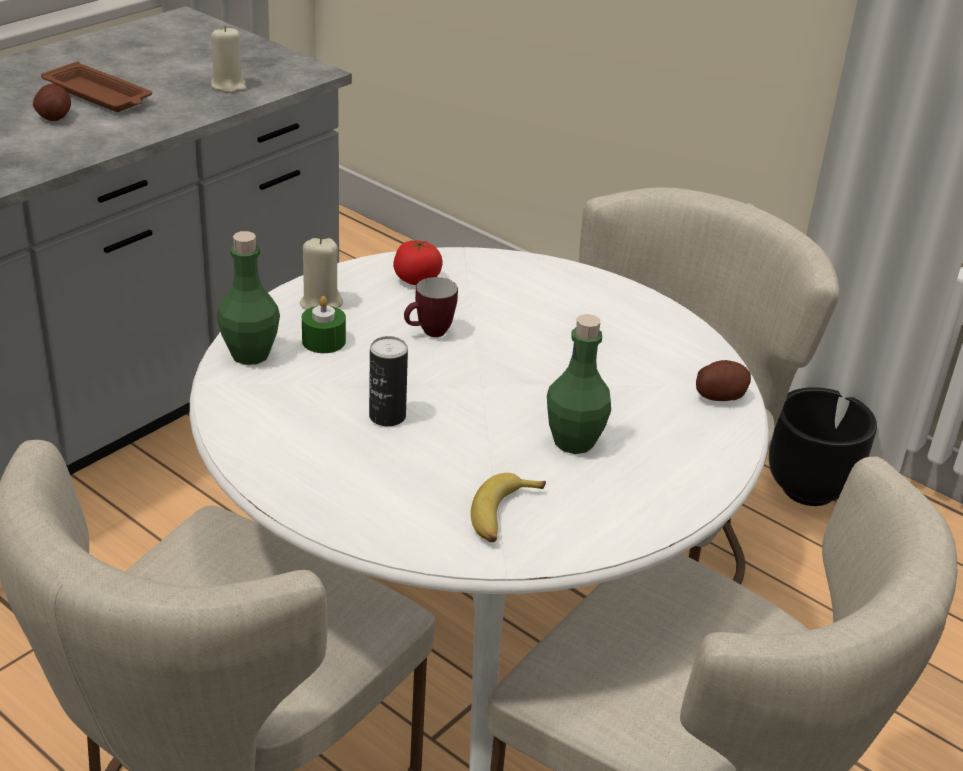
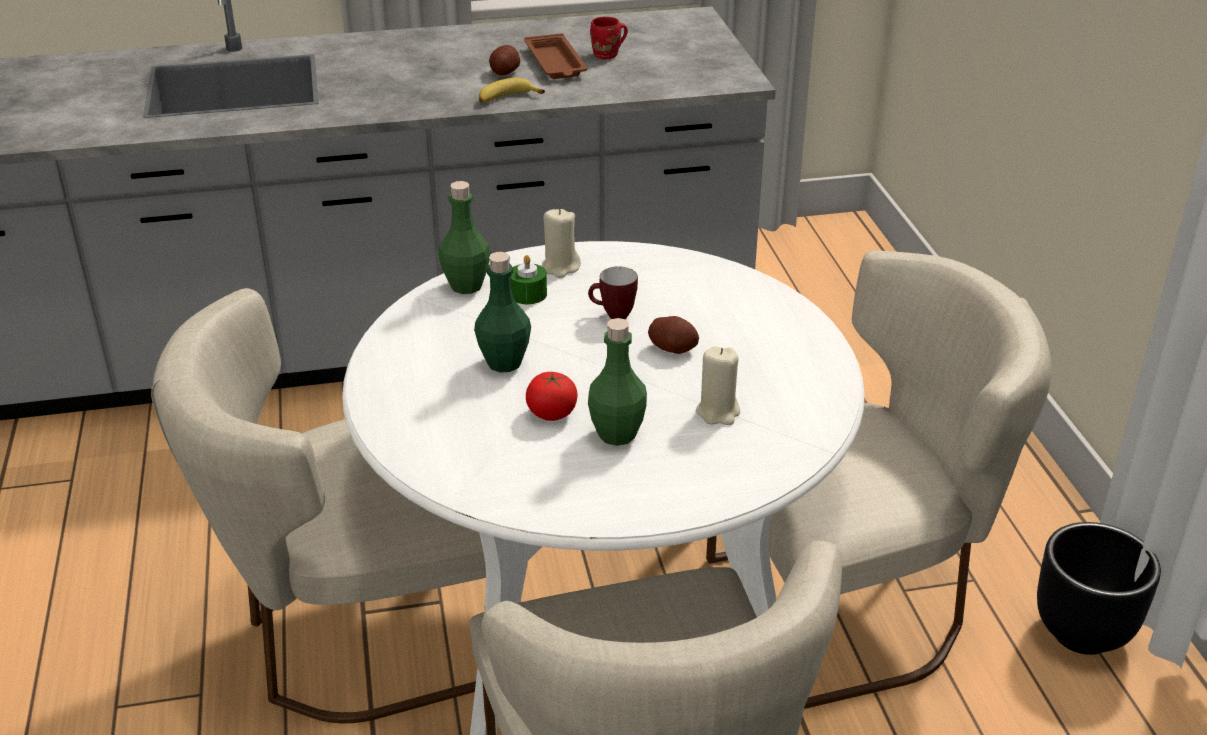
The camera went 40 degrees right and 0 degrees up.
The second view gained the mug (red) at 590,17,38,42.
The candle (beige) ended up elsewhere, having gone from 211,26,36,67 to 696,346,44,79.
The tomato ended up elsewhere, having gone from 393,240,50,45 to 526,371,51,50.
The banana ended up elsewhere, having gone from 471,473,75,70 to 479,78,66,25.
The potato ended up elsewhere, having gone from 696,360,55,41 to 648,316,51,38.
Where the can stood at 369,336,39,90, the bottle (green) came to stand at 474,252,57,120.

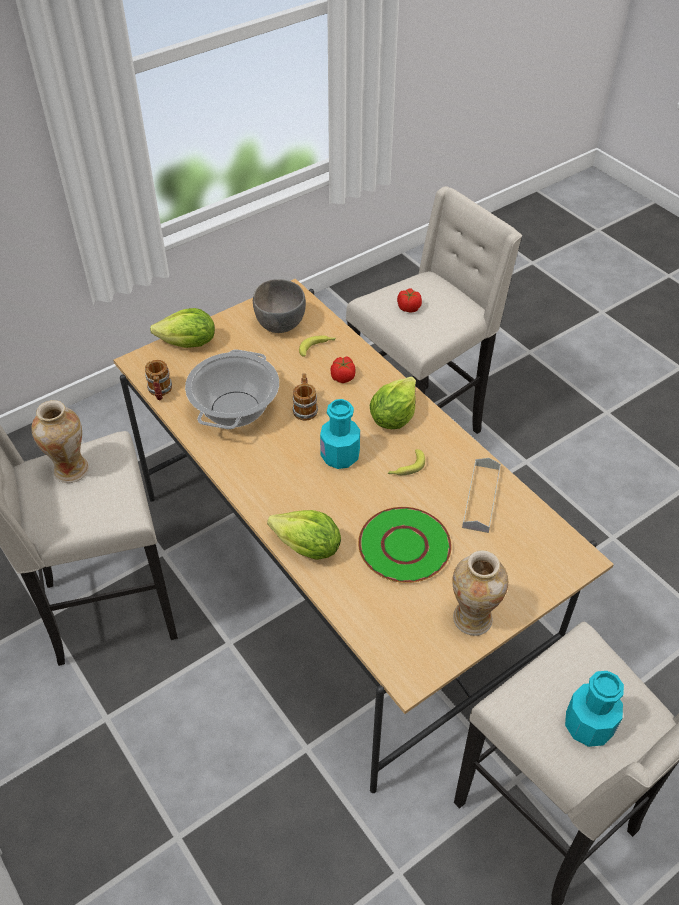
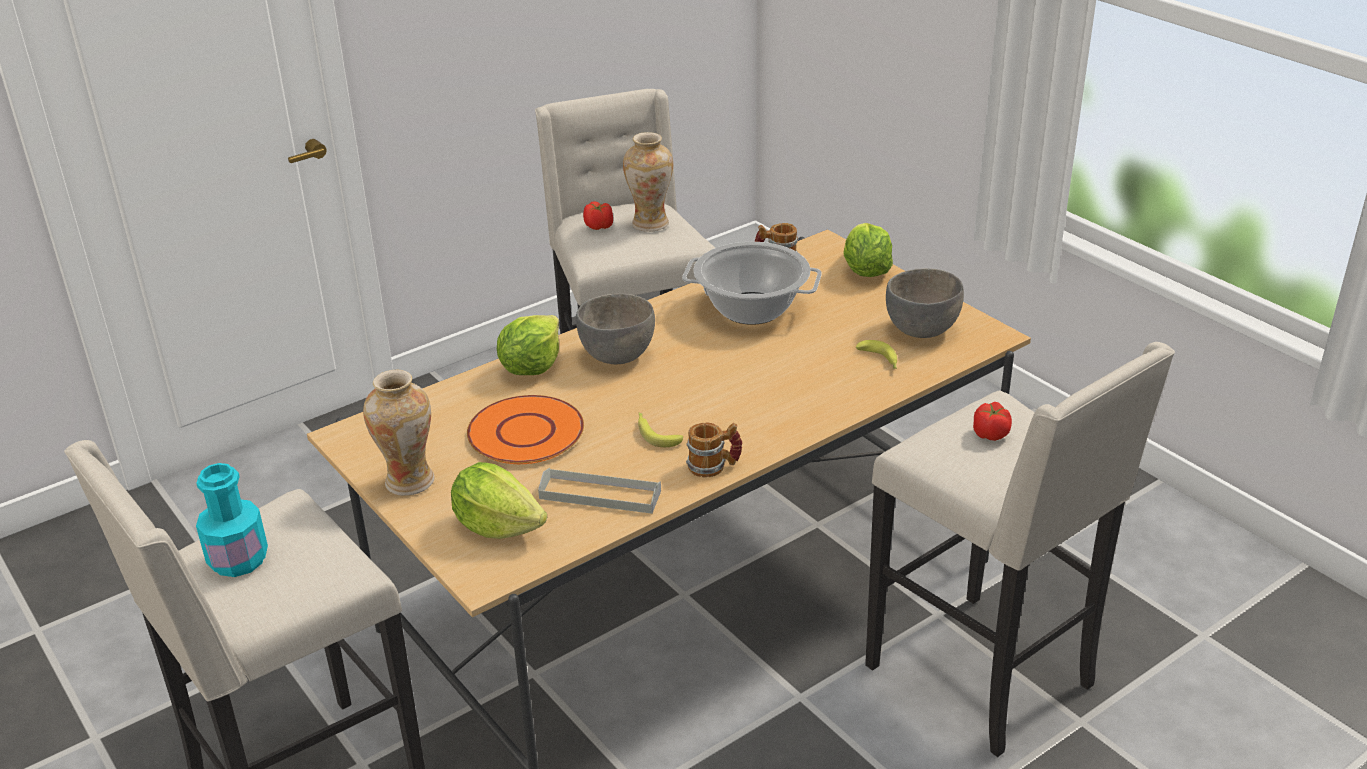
The camera went 90 degrees right and 15 degrees down.
The second view lost the bottle (turquoise) at 320,399,40,70.
The second view gained the bowl (grey) at 576,293,79,71.
The mug ended up elsewhere, having gone from 293,373,25,48 to 686,423,57,55.
The tomato ended up elsewhere, having gone from 331,356,24,27 to 583,201,30,29.
The lettuce ended up elsewhere, having gone from 370,377,46,52 to 451,462,96,77.
What was the plate (green) at 358,507,94,76 turned into the plate (orange) at 467,395,117,69.

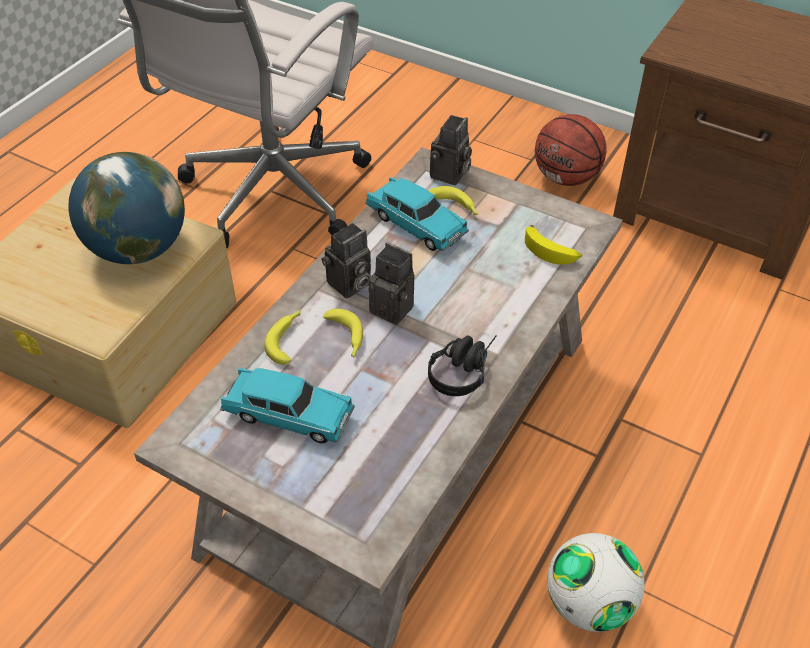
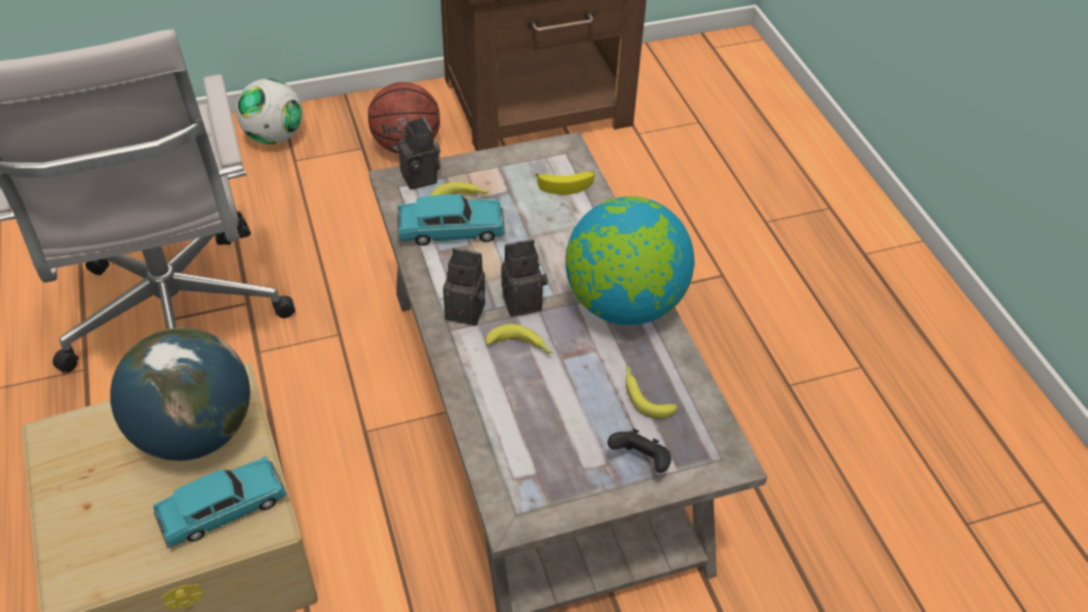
The camera went 50 degrees left and 0 degrees up.
The second view gained the game controller (black) at 608,428,63,45.
The toy car (turquoise) ended up elsewhere, having gone from 220,368,135,75 to 153,456,134,92.
The banana ended up elsewhere, having gone from 264,310,36,55 to 626,366,51,52.
The football ended up elsewhere, having gone from 547,533,98,99 to 236,79,66,65.
Where the headphones (black) stood at 428,335,68,61, the globe came to stand at 565,196,130,129.
The photo camera at 322,223,49,75 ended up facing another way, 75 degrees counterclockwise from before.

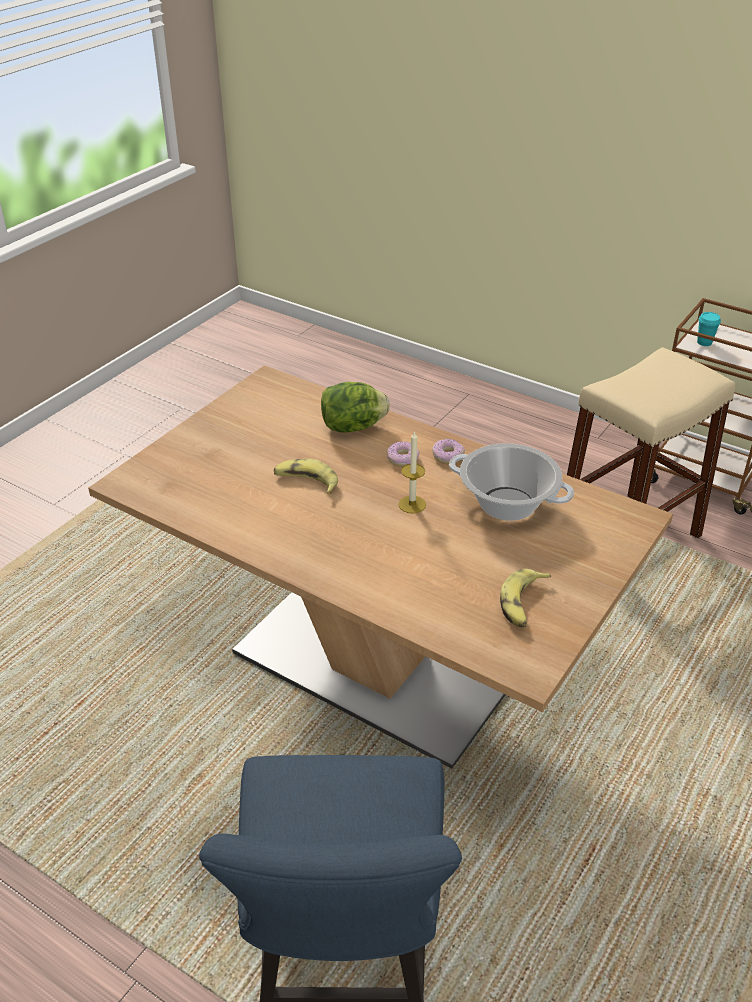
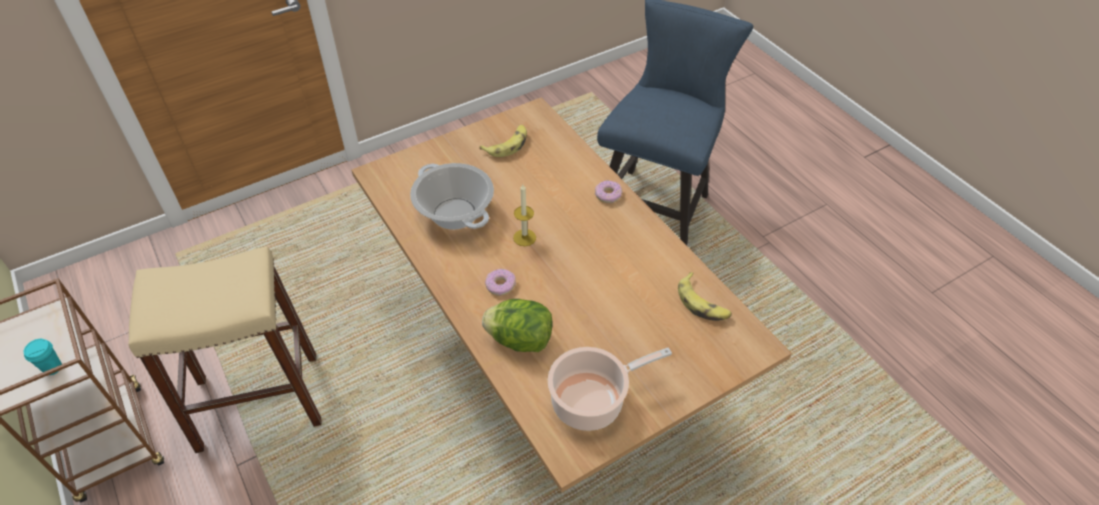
The camera went 155 degrees left and 10 degrees up.
The second view gained the cooking pot at 548,347,124,84.
The banana ended up elsewhere, having gone from 274,459,64,35 to 678,272,54,49.
The donut ended up elsewhere, having gone from 432,439,33,25 to 595,181,27,22.

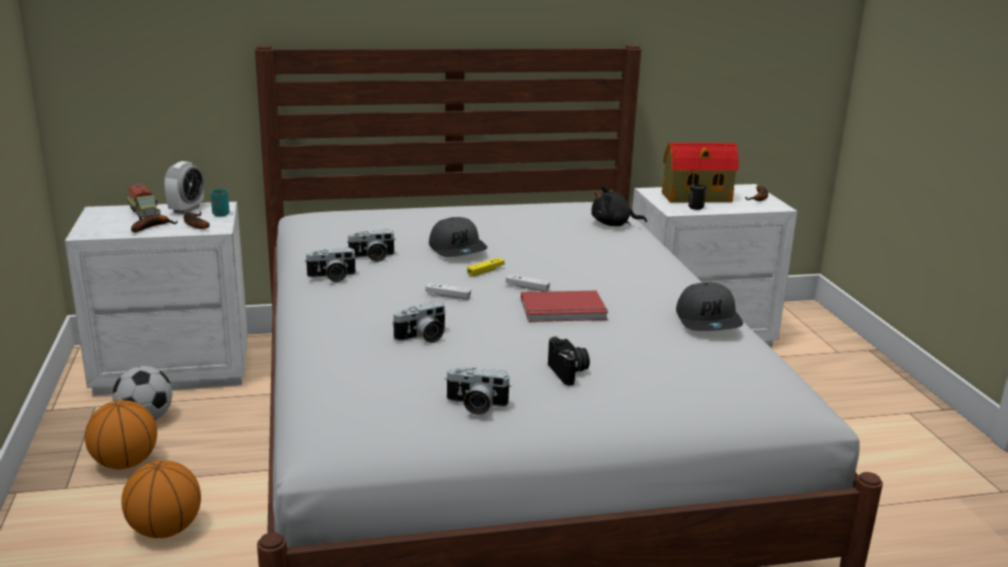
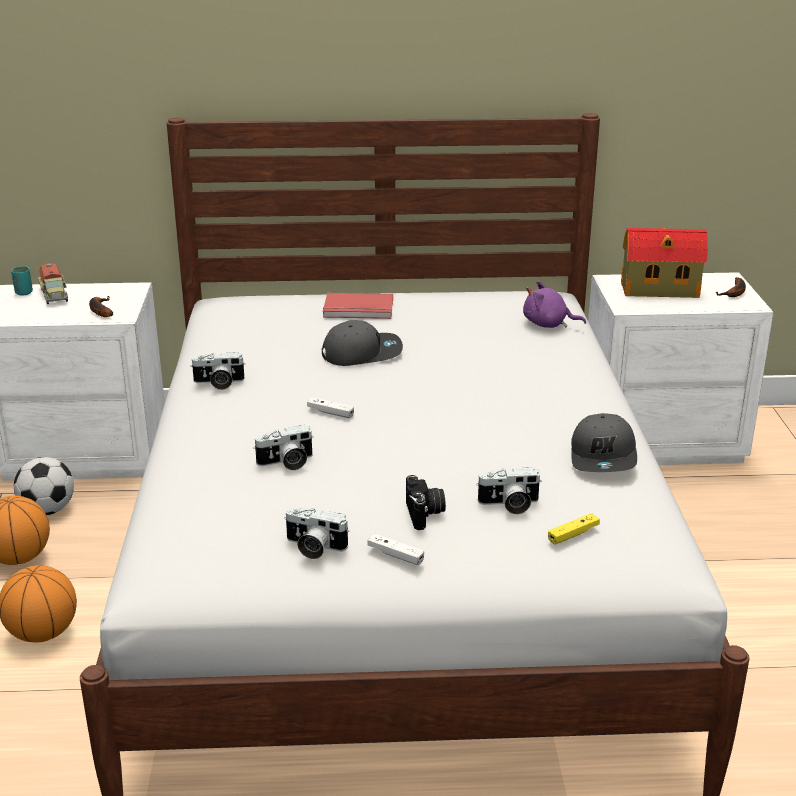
The camera went 10 degrees right and 5 degrees up.
The second view lost the banana at 131,215,46,18.
The second view lost the alarm clock at 164,161,40,53.
The second view lost the cup (black) at 688,184,18,26.
The cup (turquoise) ended up elsewhere, having gone from 210,189,20,28 to 11,266,22,29.
The photo camera ended up elsewhere, having gone from 346,229,50,33 to 476,467,66,47.
The game controller (yellow) ended up elsewhere, having gone from 467,258,37,19 to 548,513,52,31.
The game controller (white) ended up elsewhere, having gone from 506,274,44,18 to 368,534,56,31.
The book (red) ended up elsewhere, having gone from 521,291,87,31 to 323,293,70,26.
What was the plush toy (black) at 591,186,56,40 turned into the plush toy (purple) at 523,281,63,47.
The cap (grey) at 429,217,58,40 ended up facing another way, 90 degrees counterclockwise from before.

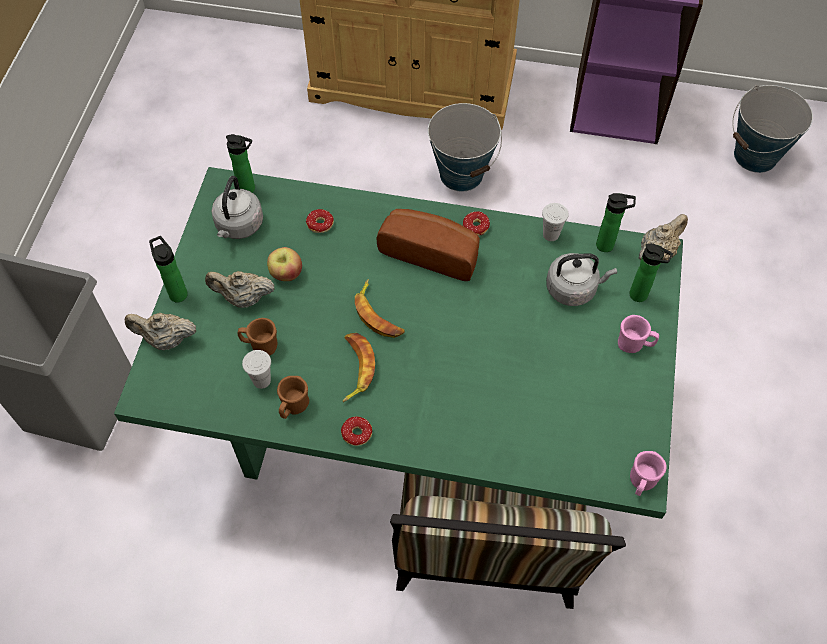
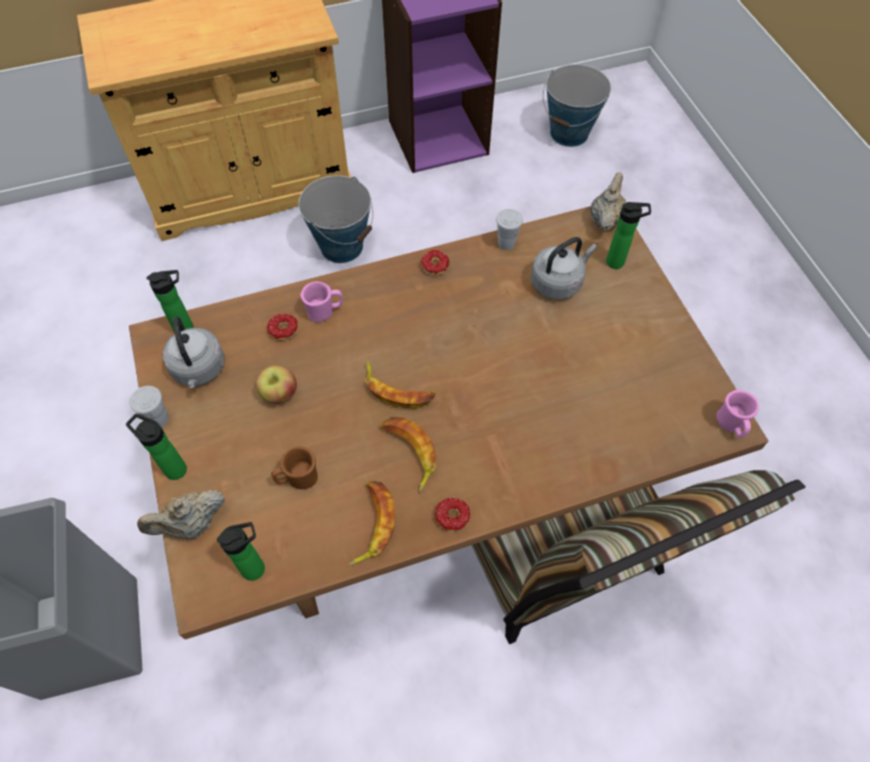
The camera went 30 degrees left and 0 degrees up.
The second view lost the teapot (beige) at 205,271,69,37.
The second view lost the bread at 377,209,103,72.
The cup (white) ended up elsewhere, having gone from 242,350,29,39 to 130,386,39,41.
The bottle ended up elsewhere, having gone from 596,193,40,59 to 217,522,48,59.
The mug (pink) ended up elsewhere, having gone from 618,315,41,38 to 300,282,43,40.
Where the mug (brown) stood at 277,376,32,43, the banana came to stand at 348,481,47,85.
What was the dining table (green) at 114,167,569,352 turned into the dining table (brown) at 129,206,639,434.

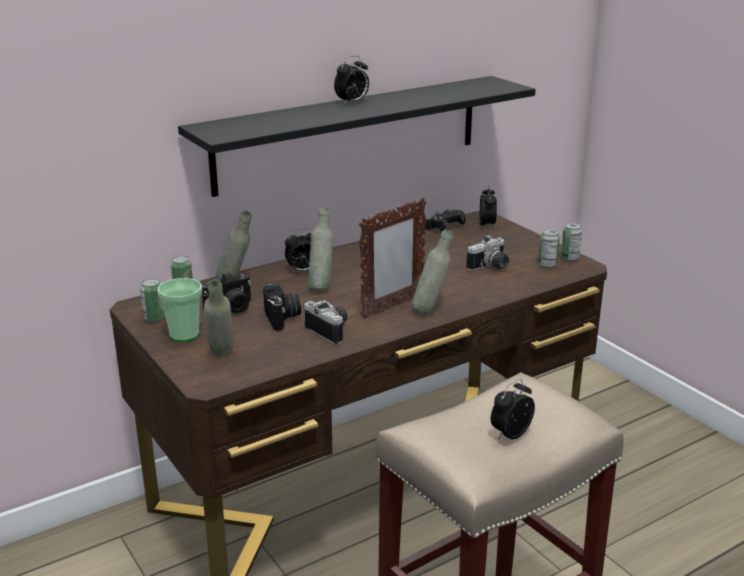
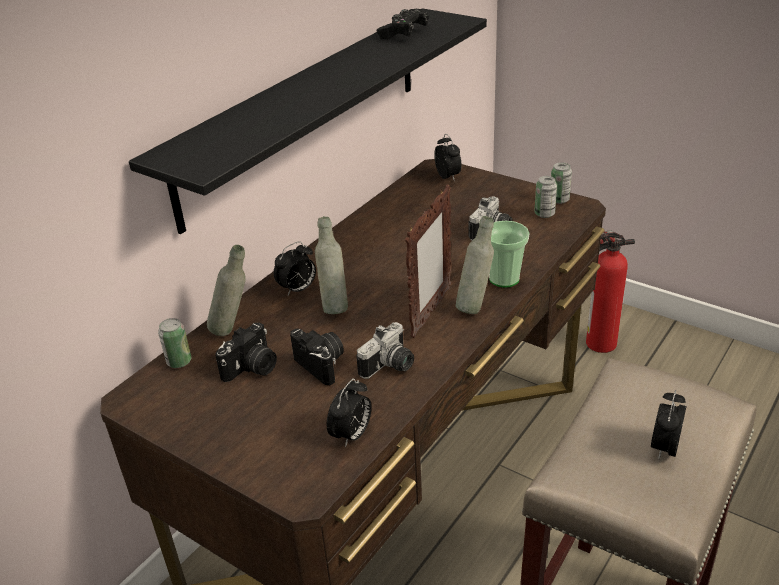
The camera went 20 degrees left and 10 degrees up.
The second view lost the can at 140,278,25,44.
The second view lost the bottle (grey) at 204,279,29,76.
The second view gained the fire extinguisher at 586,230,49,123.
The cup ended up elsewhere, having gone from 157,278,45,64 to 489,221,40,67.
The alarm clock ended up elsewhere, having gone from 334,55,35,50 to 327,379,45,68.
The game controller (black) ended up elsewhere, having gone from 425,209,41,22 to 377,9,51,31.
The photo camera at 305,300,42,44 ended up facing another way, 105 degrees clockwise from before.

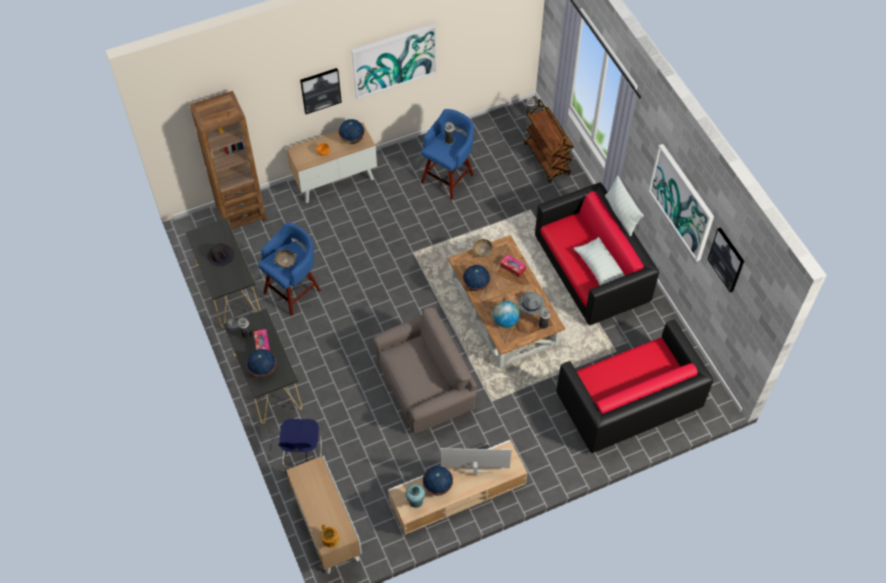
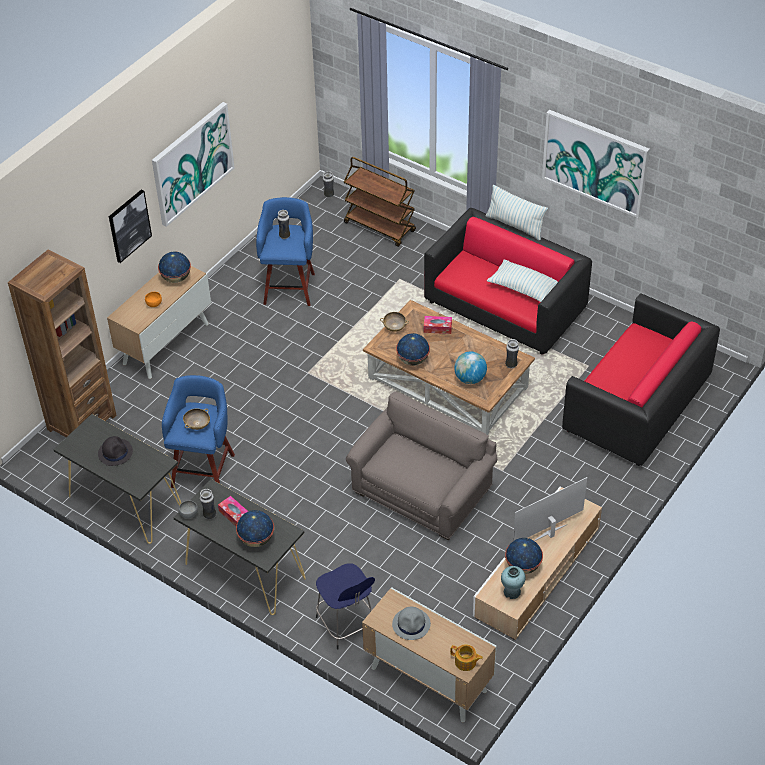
The camera went 30 degrees left and 10 degrees down.
The second view lost the picture at 707,228,37,64.
The hat (grey) ended up elsewhere, having gone from 518,292,27,23 to 392,607,39,33.

